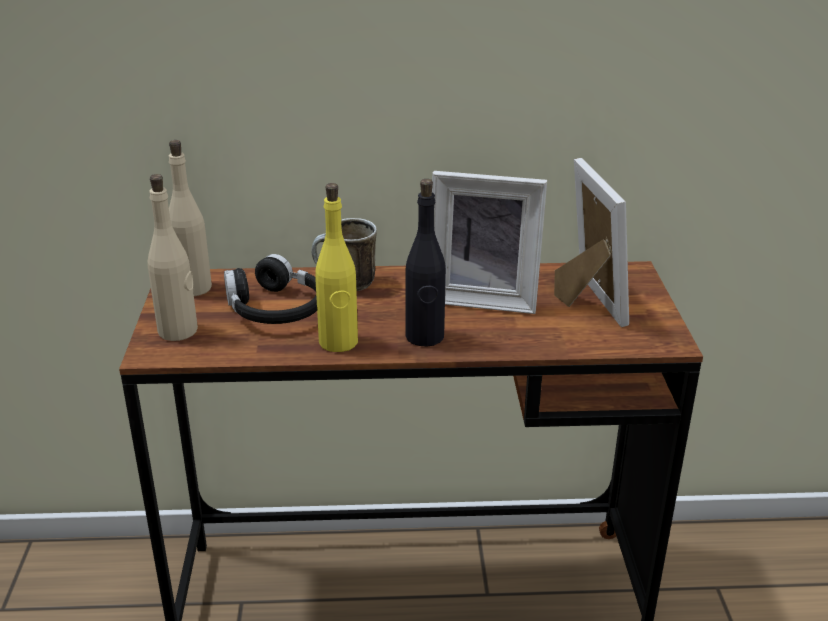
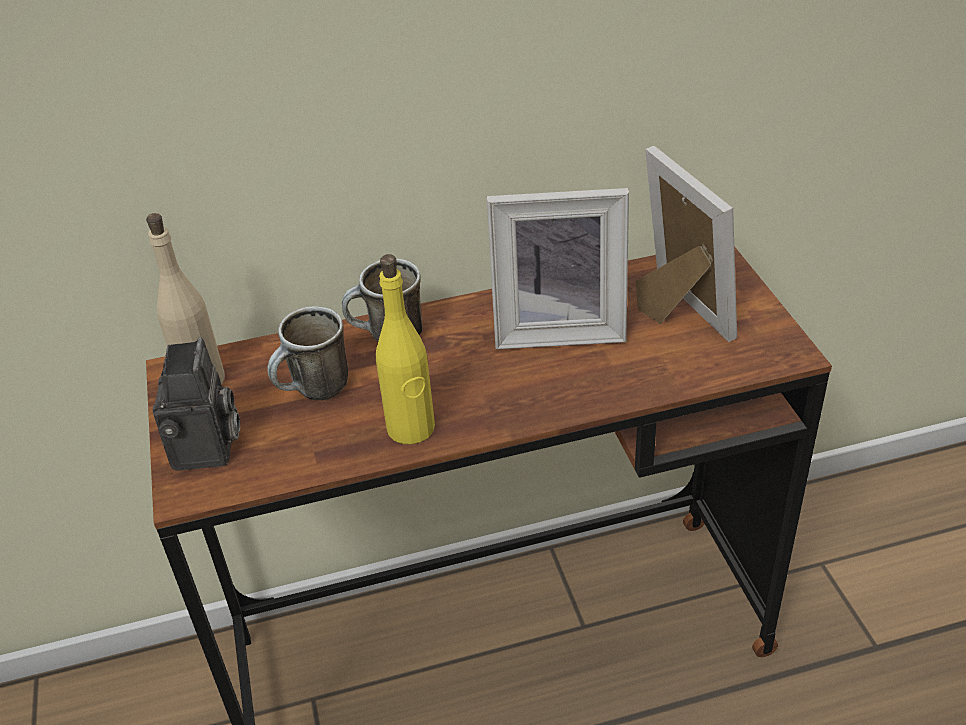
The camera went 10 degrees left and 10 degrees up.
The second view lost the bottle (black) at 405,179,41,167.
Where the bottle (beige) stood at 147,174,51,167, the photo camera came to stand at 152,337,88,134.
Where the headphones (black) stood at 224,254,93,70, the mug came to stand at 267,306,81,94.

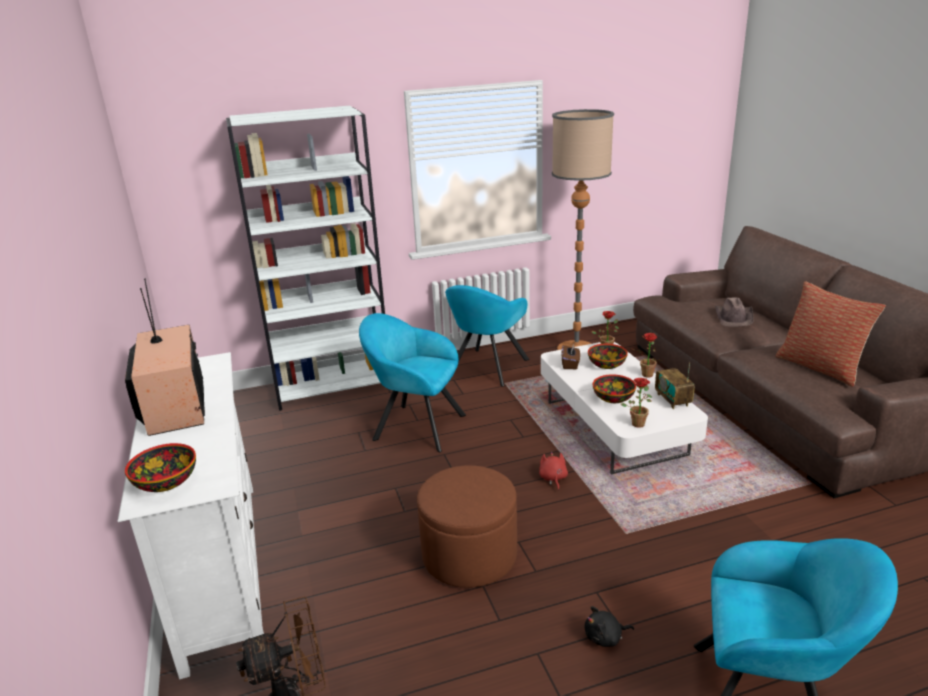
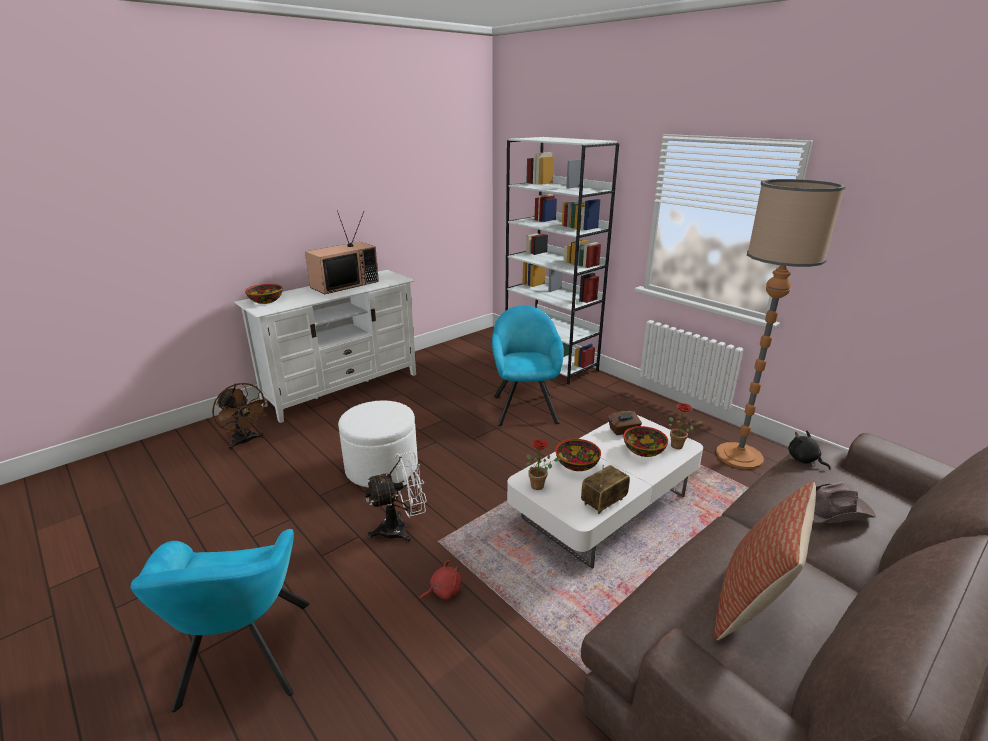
The camera went 65 degrees right and 0 degrees up.
The second view lost the armchair (turquoise) at 445,285,84,102.
The second view lost the potted plant at 630,333,33,44.
The second view gained the fan (white) at 364,452,63,91.
The plush toy (red) ended up elsewhere, having gone from 539,451,29,39 to 419,560,43,40.
The plush toy (black) ended up elsewhere, having gone from 585,606,49,41 to 788,431,43,39.
What was the ottoman (brown) at 417,465,100,123 turned into the ottoman (white) at 338,400,80,88.

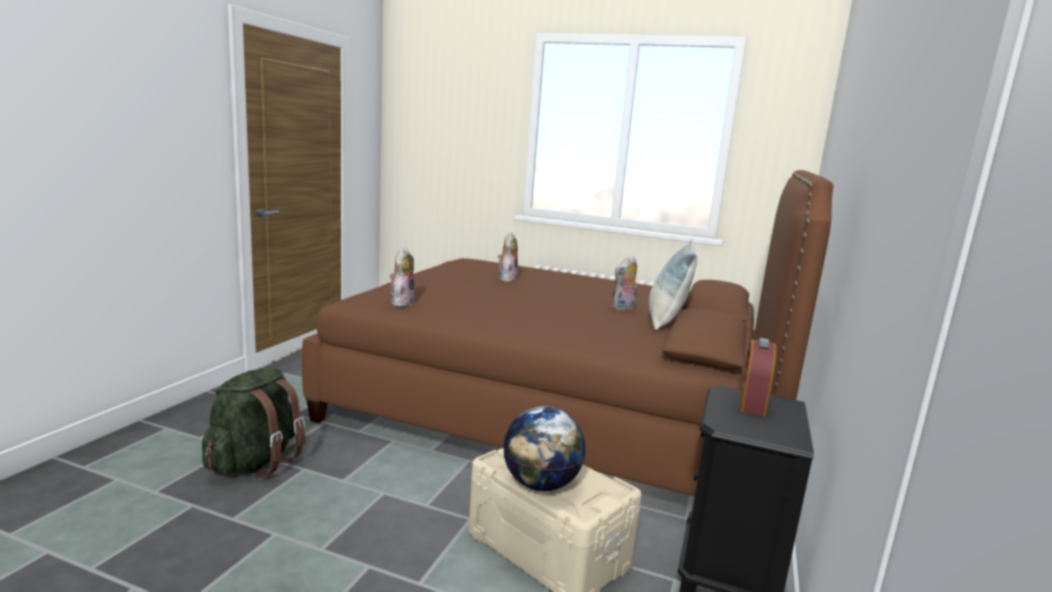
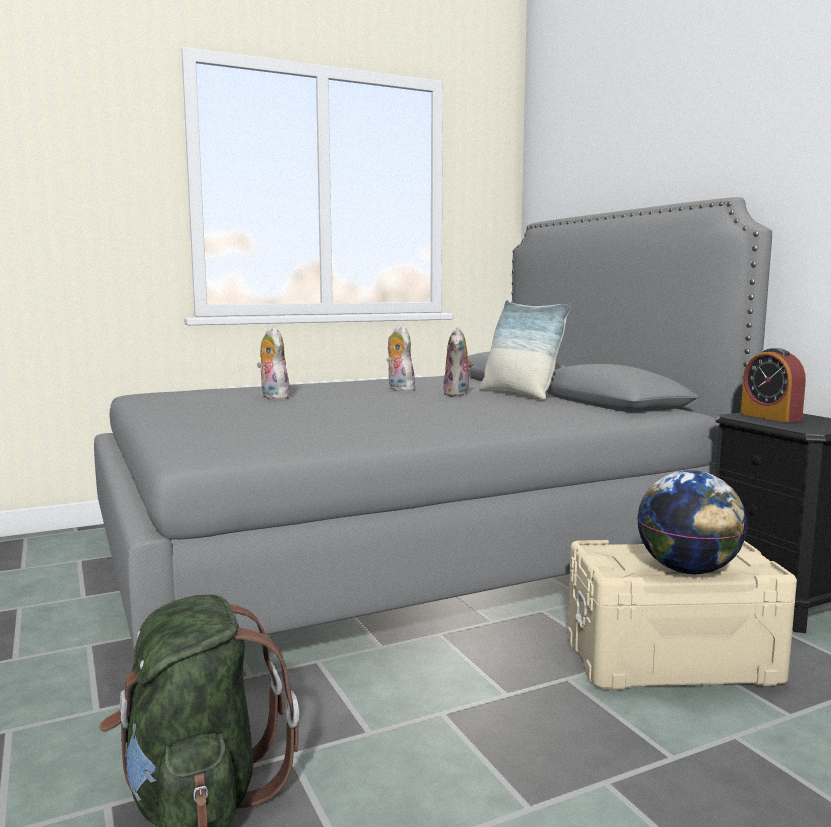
The camera went 45 degrees left and 5 degrees down.
The plush toy ended up elsewhere, having gone from 389,247,26,60 to 387,326,29,65.
What was the bed (brown) at 302,170,532,326 turned into the bed (grey) at 94,197,678,453.

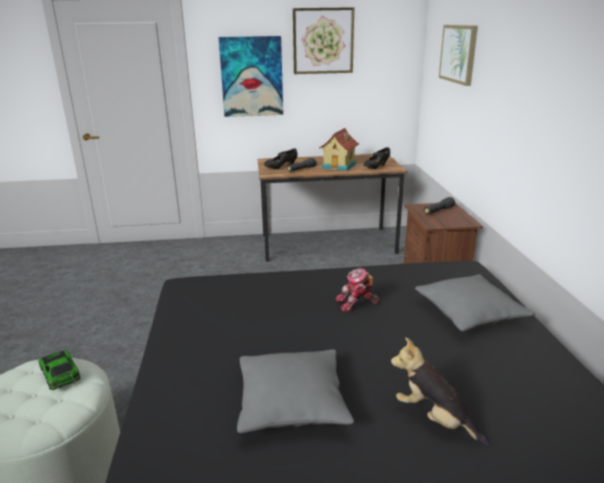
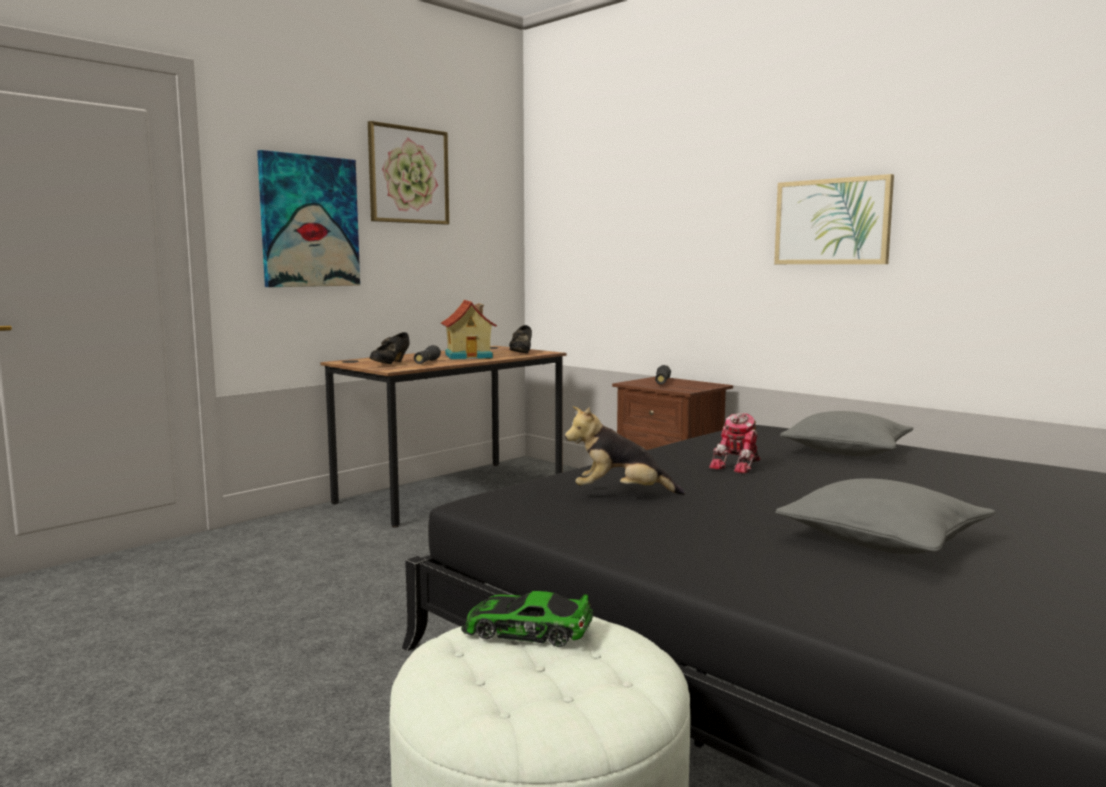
The camera went 40 degrees left and 15 degrees down.
The plush toy ended up elsewhere, having gone from 391,337,98,109 to 565,406,120,89.
The picture ended up elsewhere, having gone from 439,25,39,61 to 774,174,120,90.

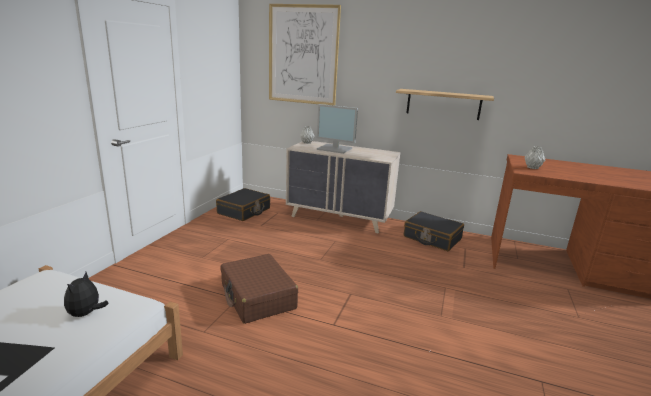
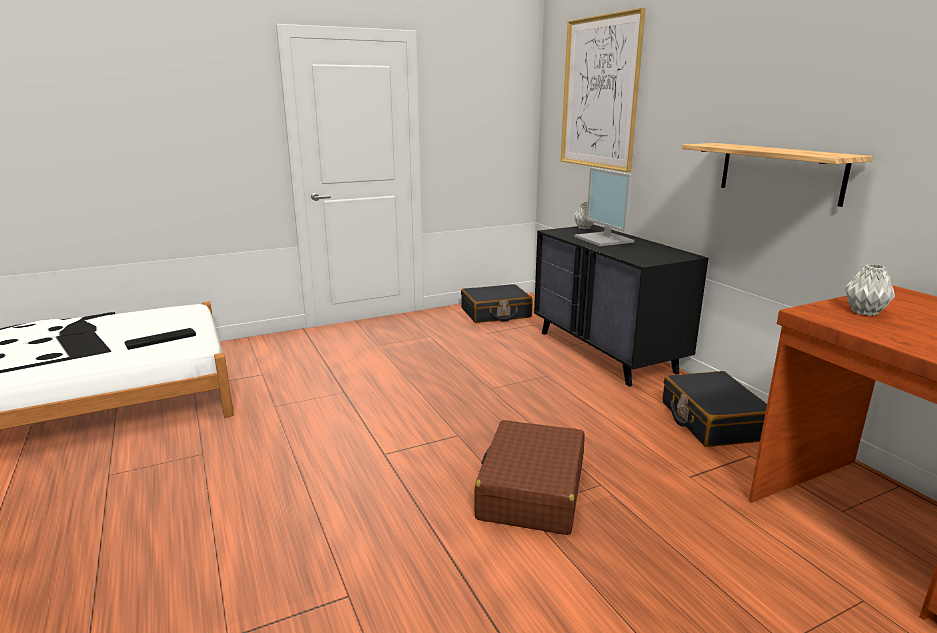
The camera went 45 degrees right and 0 degrees up.
The suitcase (brown) ended up elsewhere, having gone from 220,254,78,70 to 474,420,111,115.
Where the plush toy stood at 64,272,45,45, the keyboard came to stand at 125,328,71,22.
What was the dresser (beige) at 286,141,115,92 turned into the dresser (black) at 534,225,175,162.

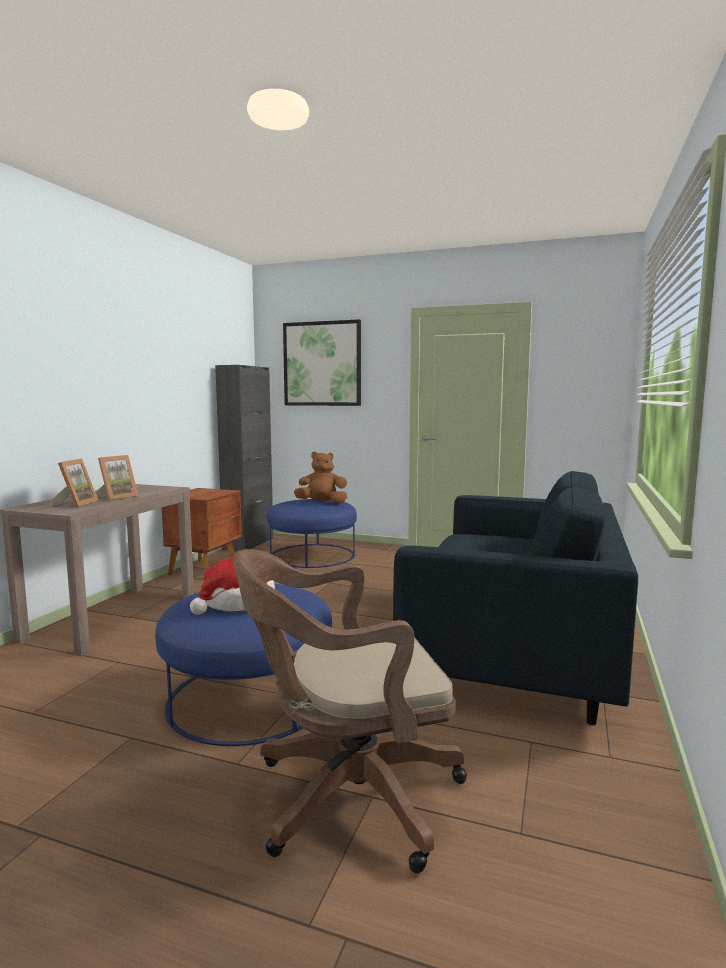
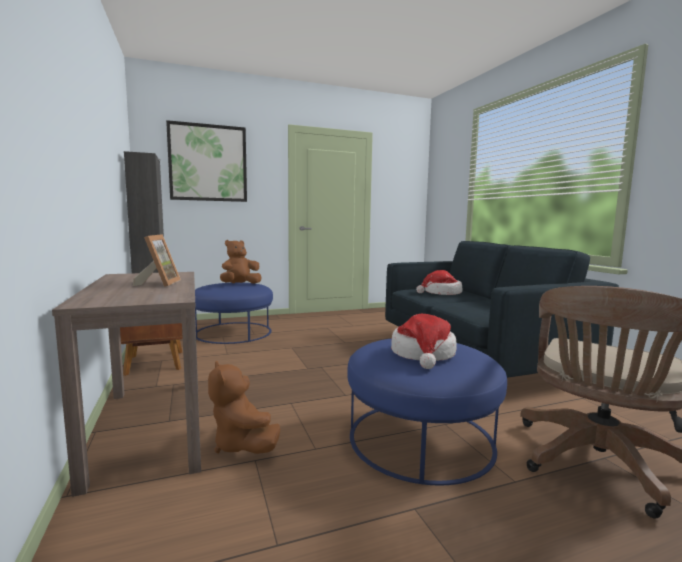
The camera went 40 degrees left and 0 degrees up.
The second view lost the picture frame at 51,459,47,48.
The second view gained the plush toy (brown) at 208,361,72,93.
The second view gained the hat at 416,270,47,25.

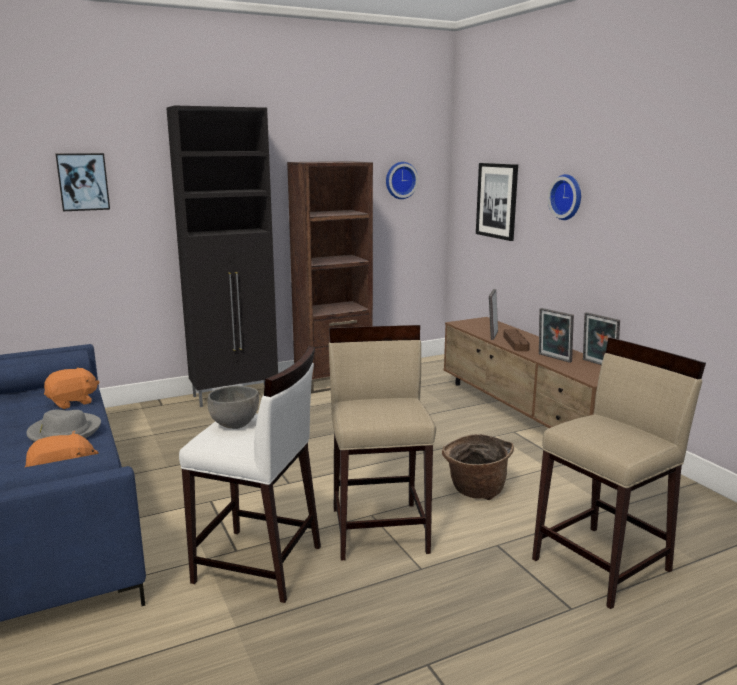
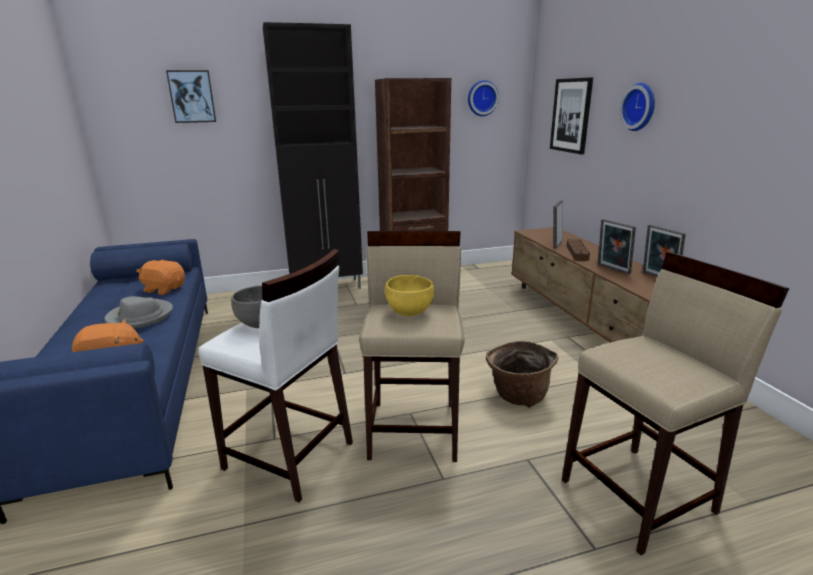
The camera went 10 degrees right and 5 degrees up.
The second view gained the bowl (yellow) at 385,275,49,41.
The plush toy (orange) at 44,367,55,42 ended up facing another way, 135 degrees counterclockwise from before.

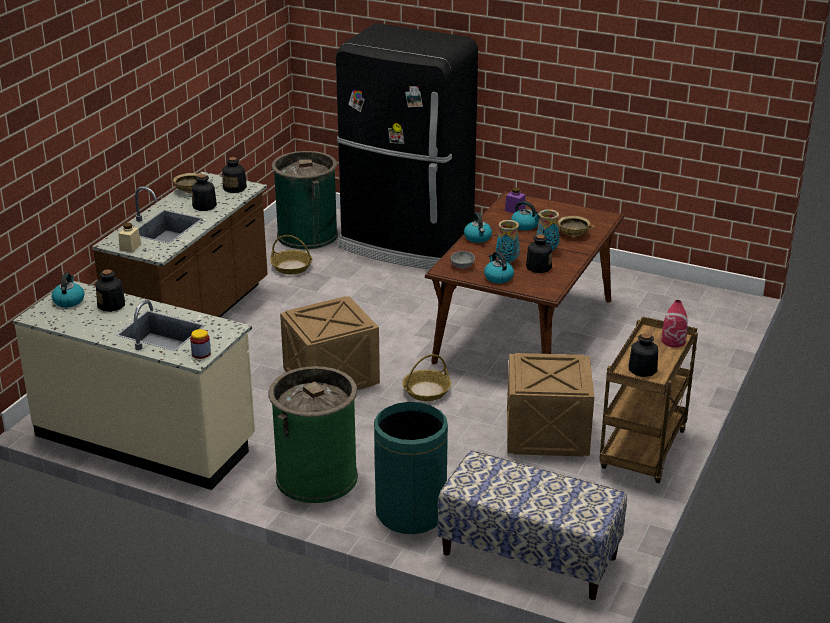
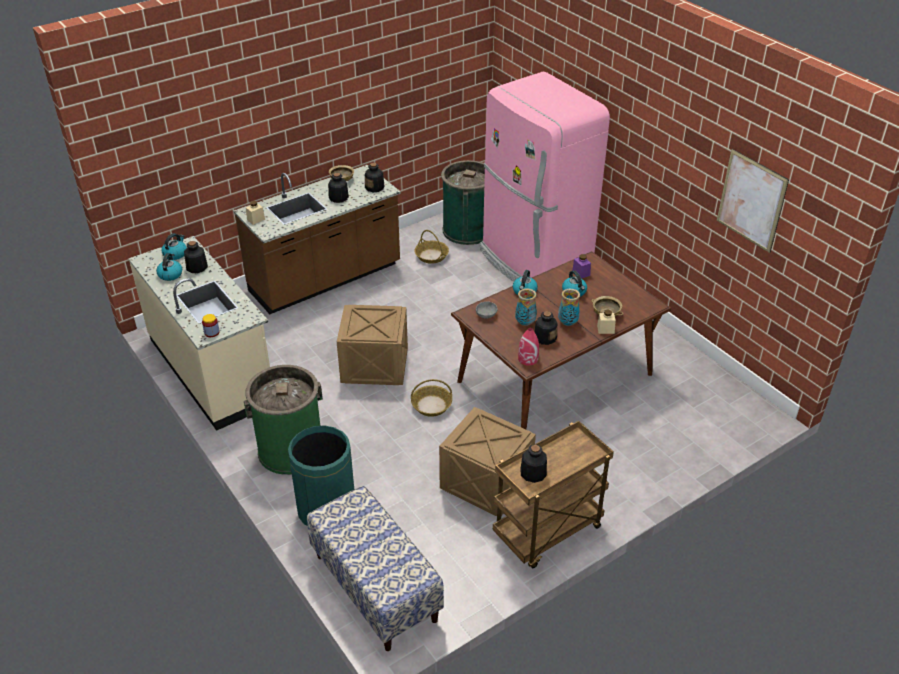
The camera went 30 degrees right and 10 degrees up.
The second view gained the jar (beige) at 597,309,19,25.
The second view gained the picture at 717,149,72,104.
The kettle ended up elsewhere, having gone from 484,251,30,33 to 156,253,26,28.
The vase (red) ended up elsewhere, having gone from 662,300,26,48 to 518,328,21,38.
What was the fridge (black) at 336,23,142,246 turned into the fridge (pink) at 480,72,130,210.

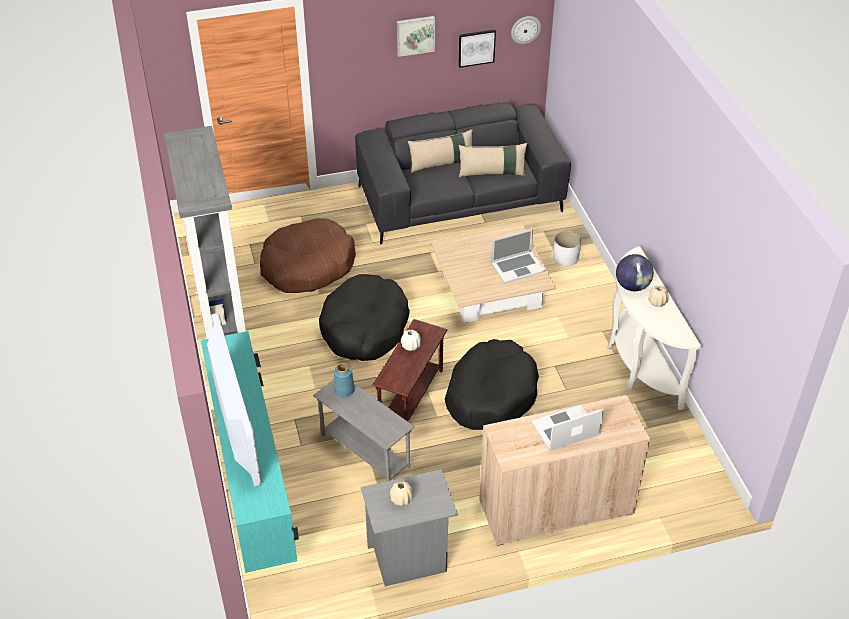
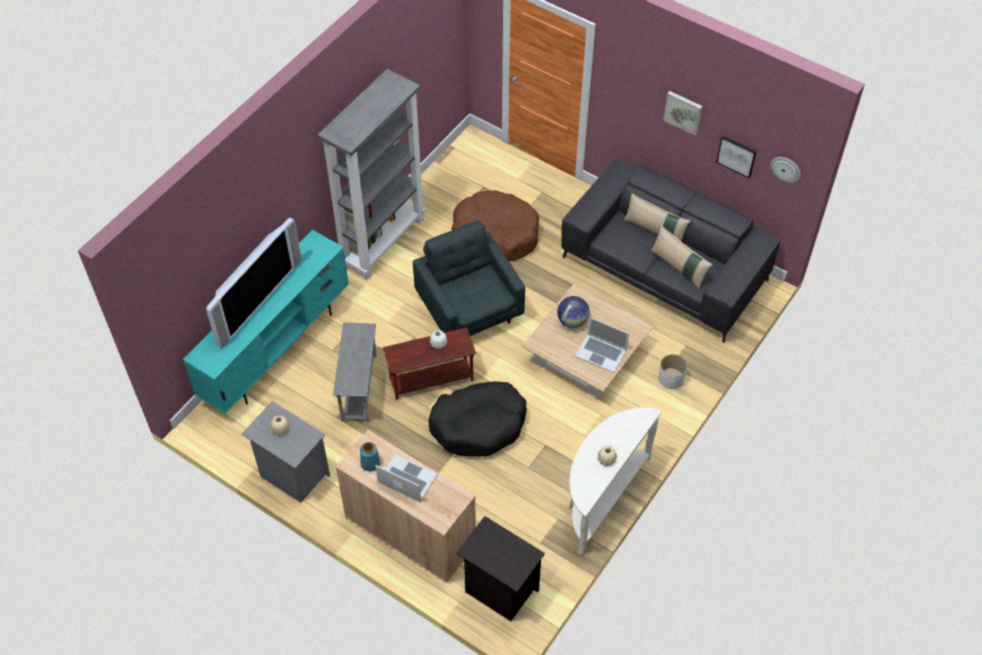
The camera went 50 degrees right and 10 degrees up.
The second view gained the nightstand (black) at 456,516,89,105.
The vase (blue) ended up elsewhere, having gone from 334,363,21,34 to 360,442,20,29.
The globe ended up elsewhere, having gone from 616,254,38,37 to 557,296,33,32.
Where the dog bed (black) stood at 319,274,91,87, the armchair (grey) came to stand at 413,220,112,116.

